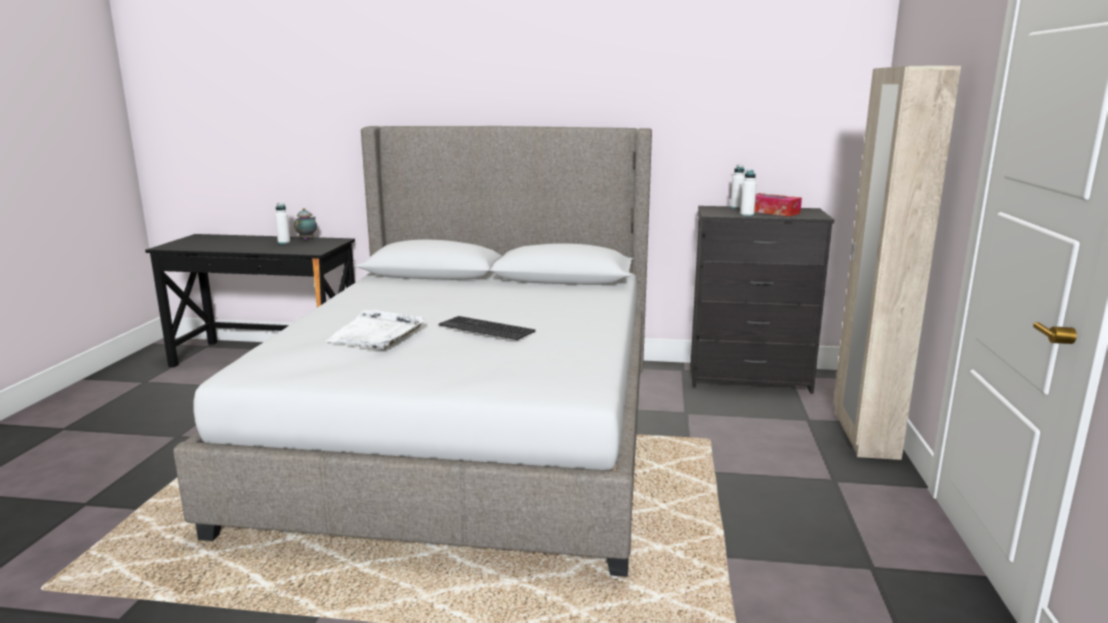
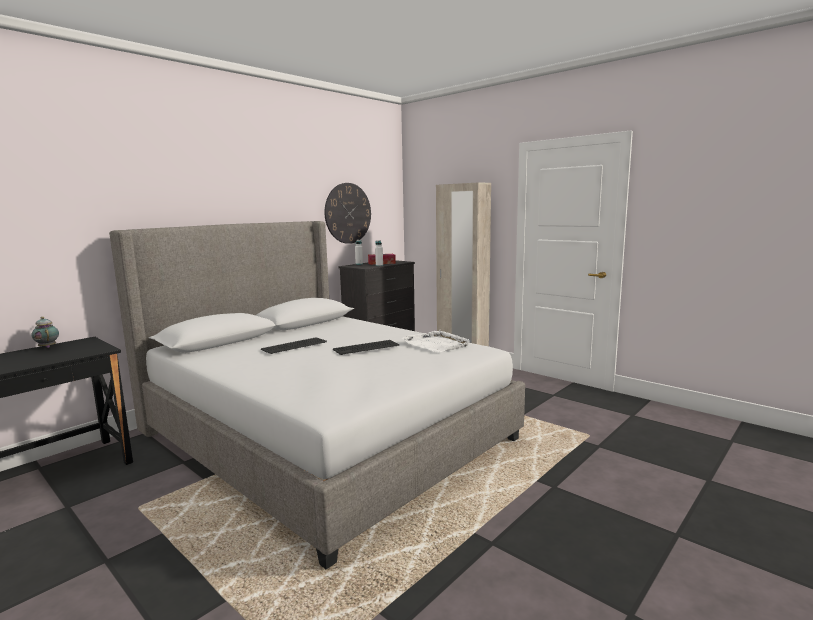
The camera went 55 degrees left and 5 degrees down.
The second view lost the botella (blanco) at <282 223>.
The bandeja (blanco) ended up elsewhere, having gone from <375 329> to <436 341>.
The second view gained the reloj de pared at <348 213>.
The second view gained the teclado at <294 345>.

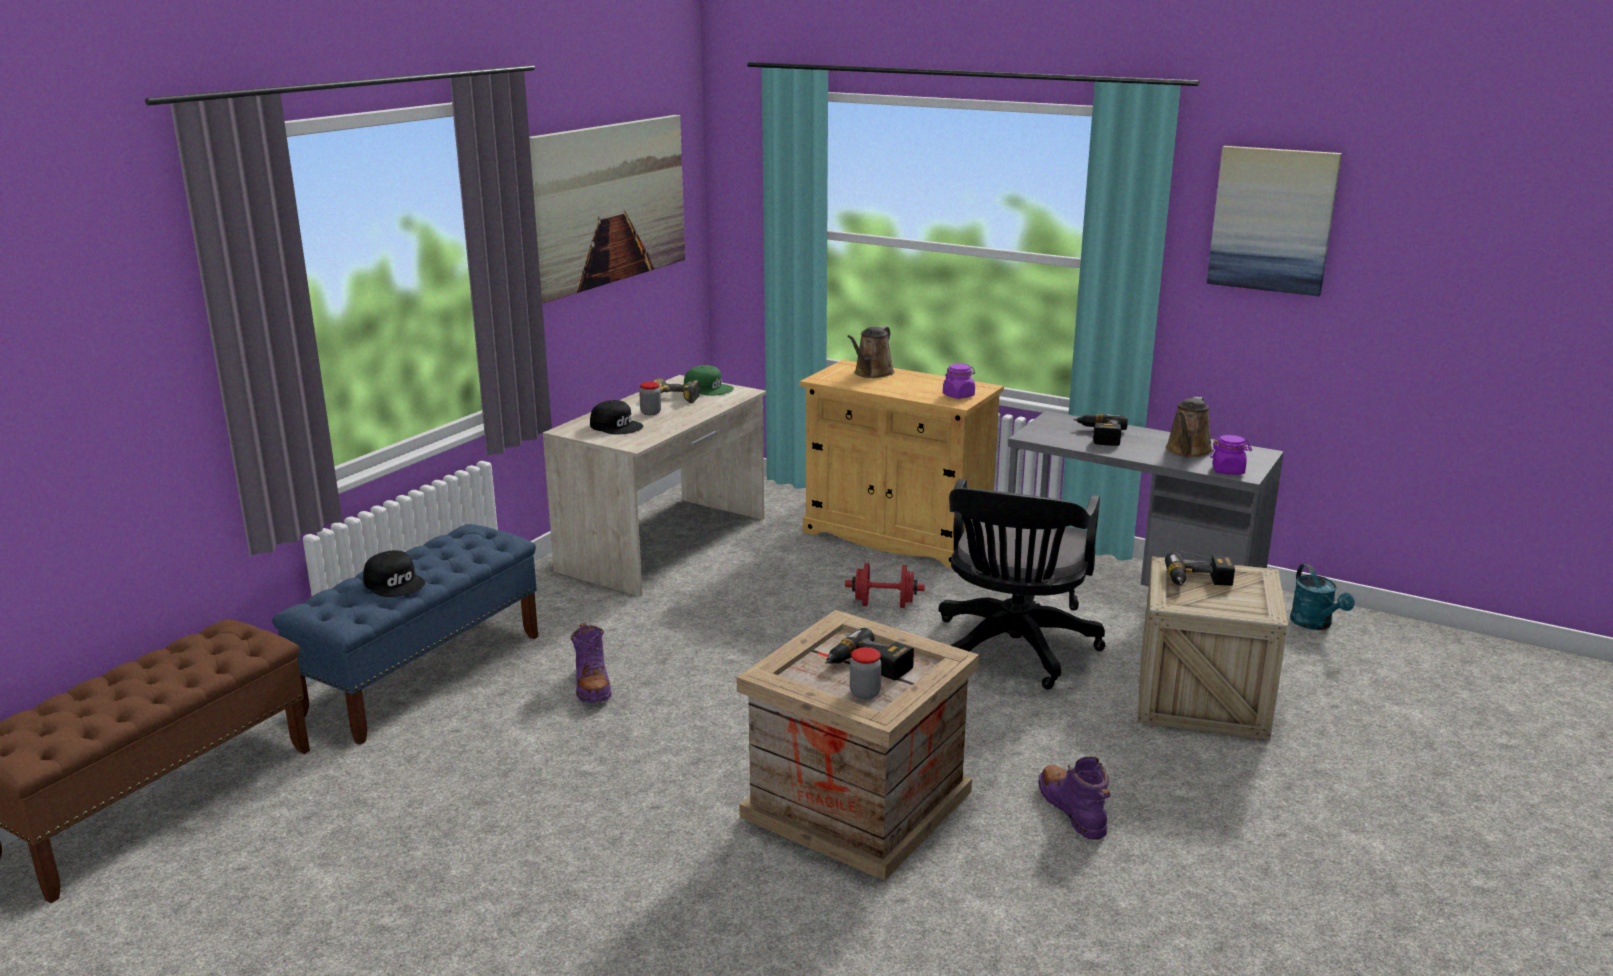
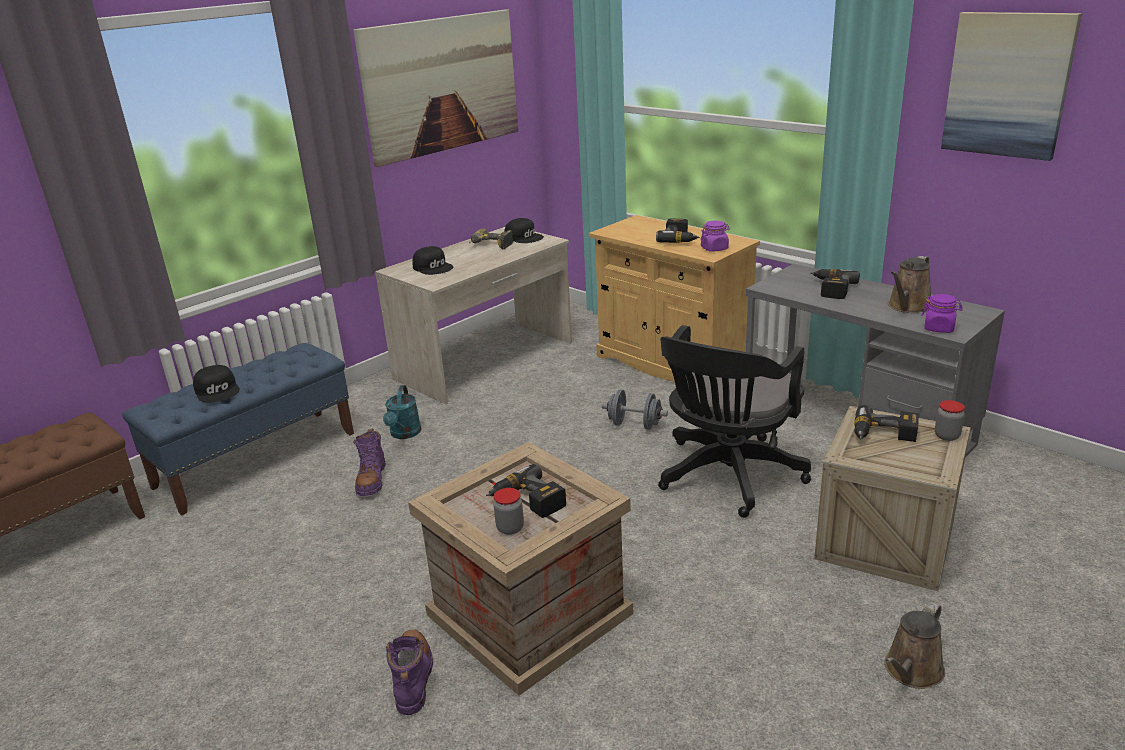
The camera went 15 degrees right and 5 degrees up.
The regadera (marrón) ended up elsewhere, having gone from <871 352> to <915 645>.
What was the gorra (verde) at <709 380> turned into the gorra (negro) at <524 230>.
The tarro ended up elsewhere, having gone from <650 398> to <950 420>.
What was the mancuerna (rojo) at <885 585> turned into the mancuerna (gris) at <635 410>.
The regadera (turquesa) ended up elsewhere, having gone from <1322 597> to <402 412>.
The bota (morado) ended up elsewhere, having gone from <1074 798> to <409 672>.
The second view gained the taladro at <678 231>.

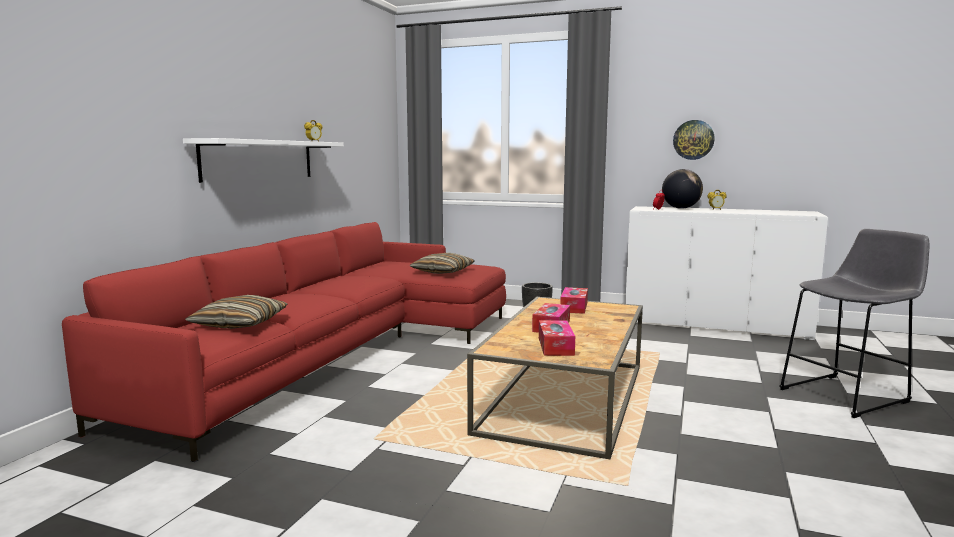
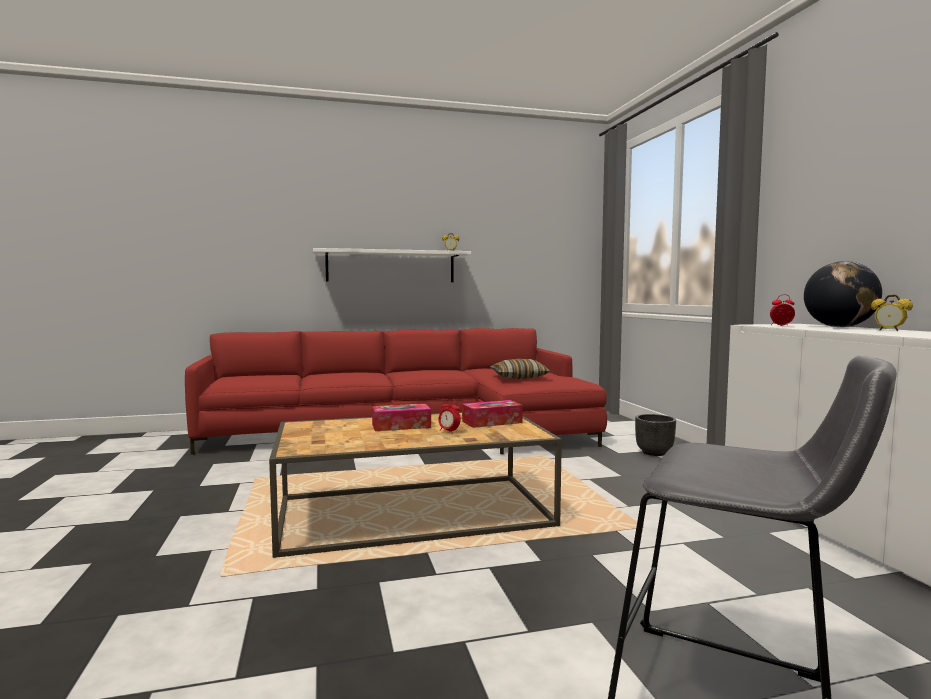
The camera went 55 degrees right and 5 degrees down.
The second view lost the reloj de pared at <694 140>.
The second view lost the cojín at <236 312>.
The second view lost the caja de pañuelos at <557 338>.
The second view gained the despertador at <449 416>.

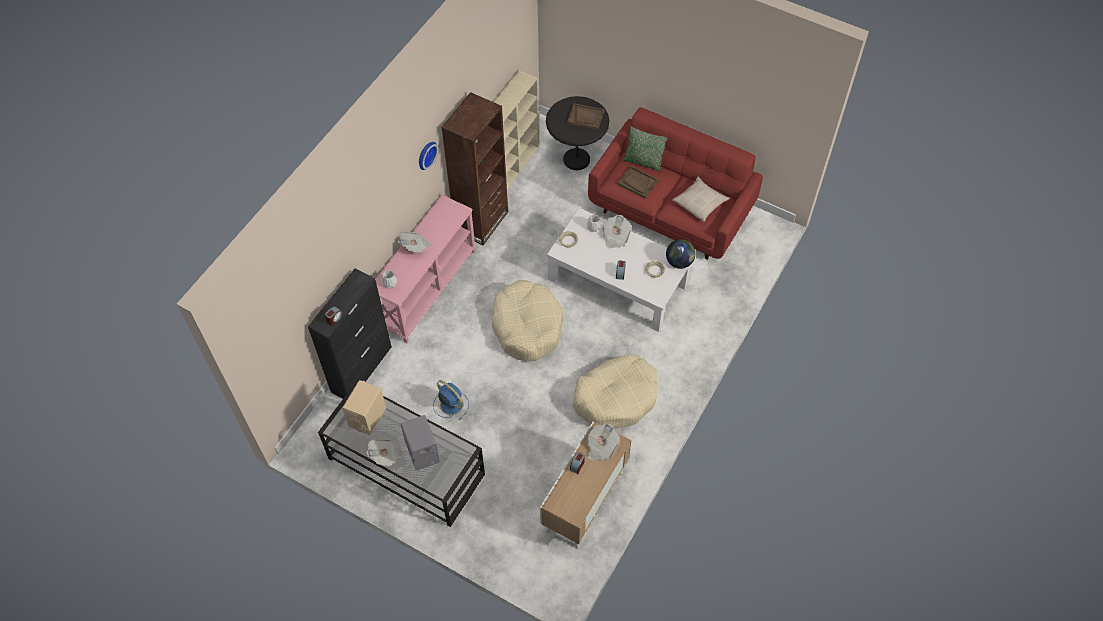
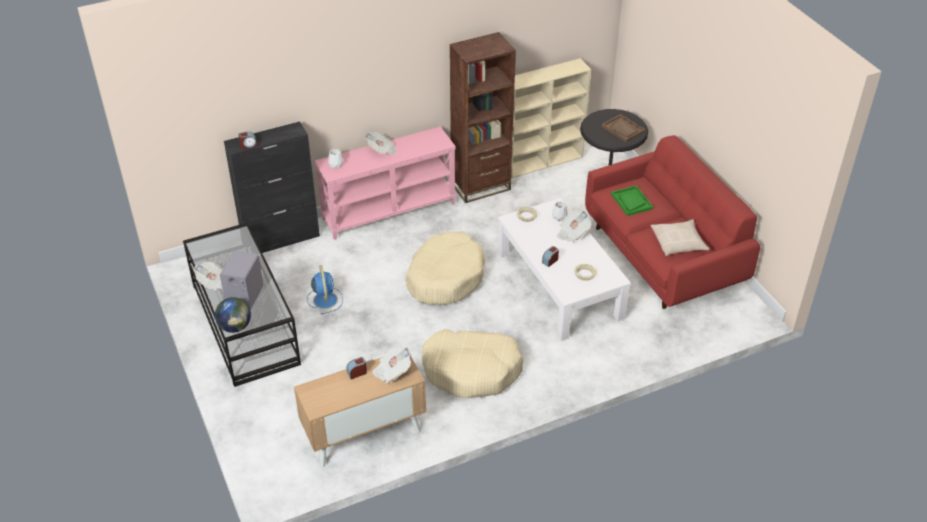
The camera went 35 degrees right and 15 degrees down.
The second view lost the cojín (verde) at <645 148>.
The second view lost the reloj de pared at <428 156>.
What was the bandeja (marrón) at <638 182> turned into the bandeja (verde) at <632 201>.
The globo terráqueo ended up elsewhere, having gone from <680 254> to <233 315>.
The second view lost the altavoz (beis) at <364 407>.

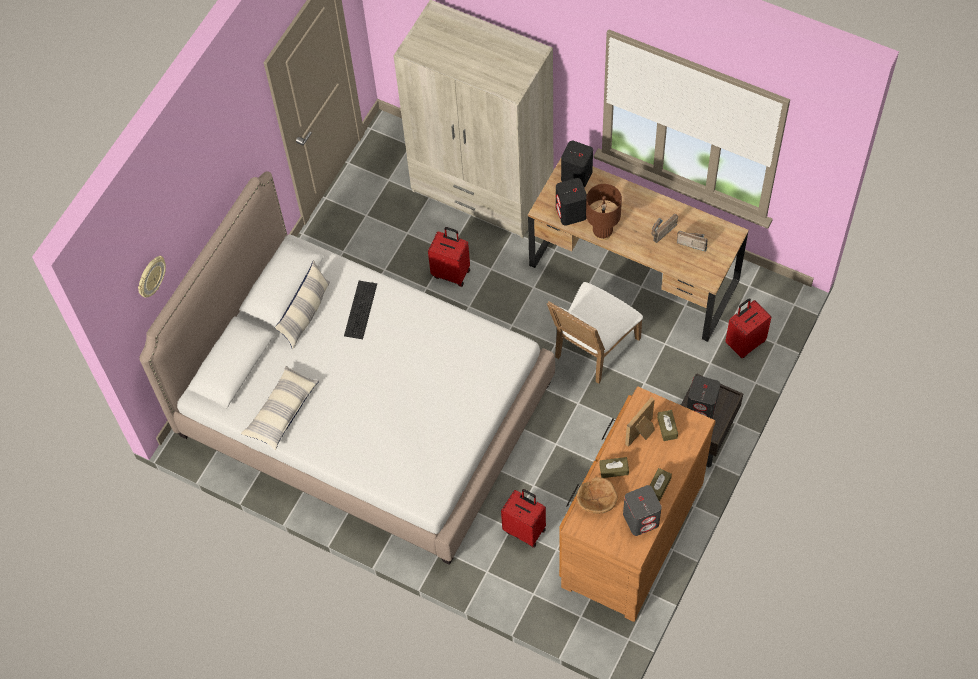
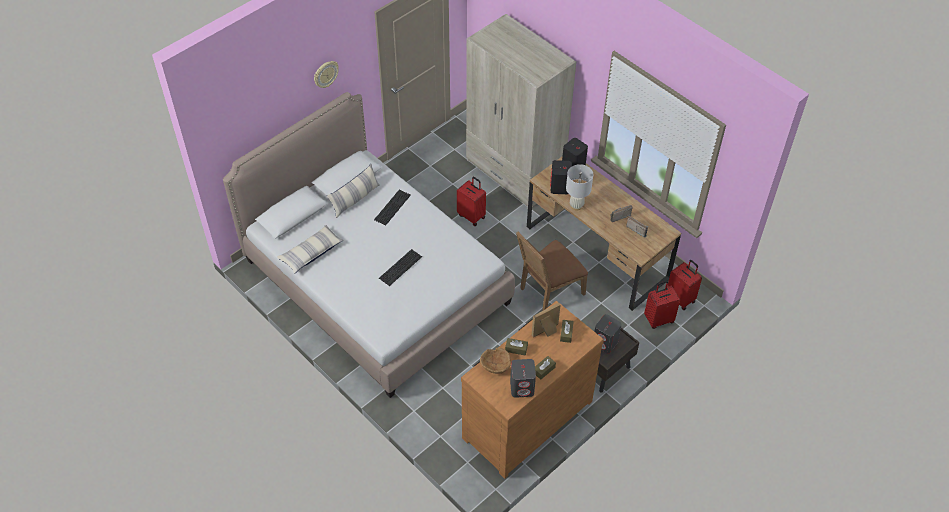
The camera went 15 degrees right and 10 degrees down.
What was the lámpara de mesa (marrón) at <604 212> turned into the lámpara de mesa (blanco) at <579 187>.
The reloj de pared ended up elsewhere, having gone from <152 277> to <326 74>.
What was the silla (blanco) at <595 333> turned into the silla (marrón) at <552 271>.
The maleta (rojo) ended up elsewhere, having gone from <523 518> to <684 285>.
The second view gained the teclado at <400 267>.

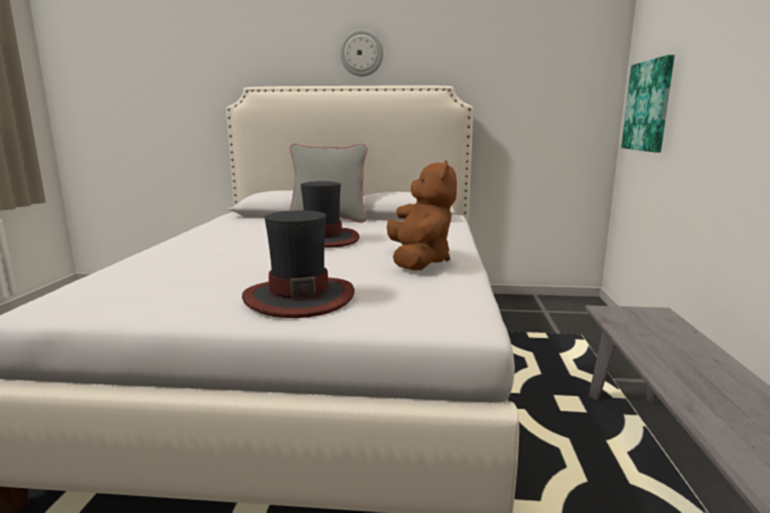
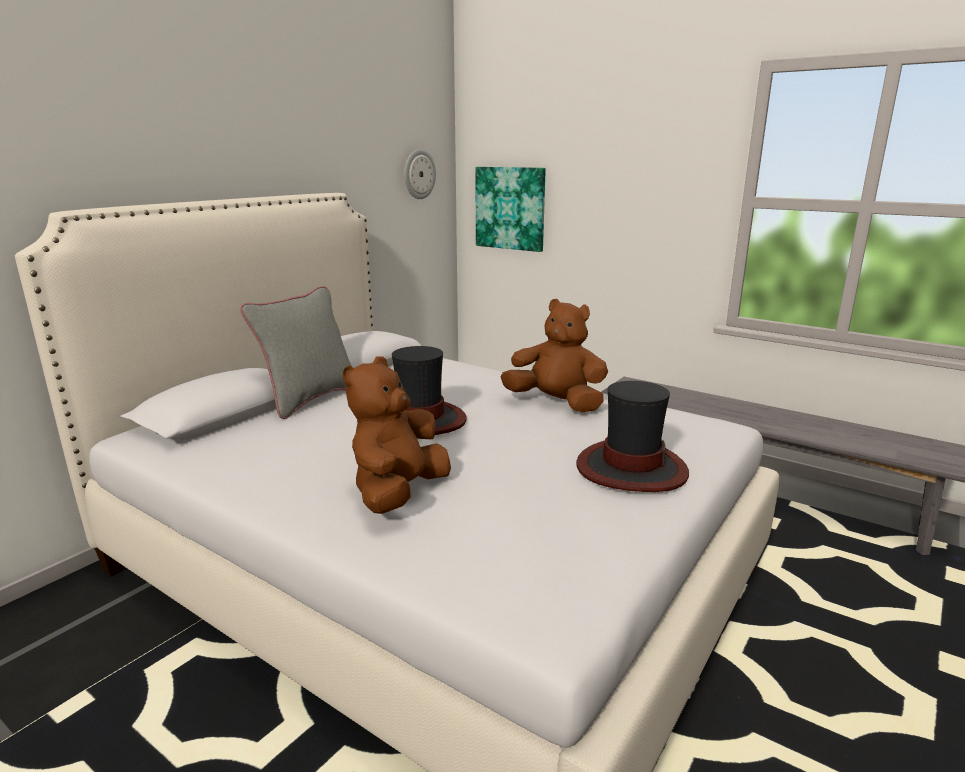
The camera went 60 degrees left and 5 degrees up.
The reloj de pared ended up elsewhere, having gone from <362 52> to <420 174>.
The second view gained the peluche (marrón) at <397 435>.

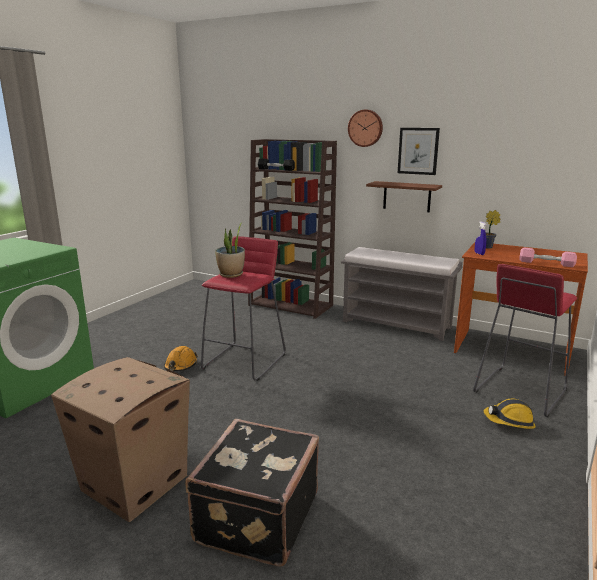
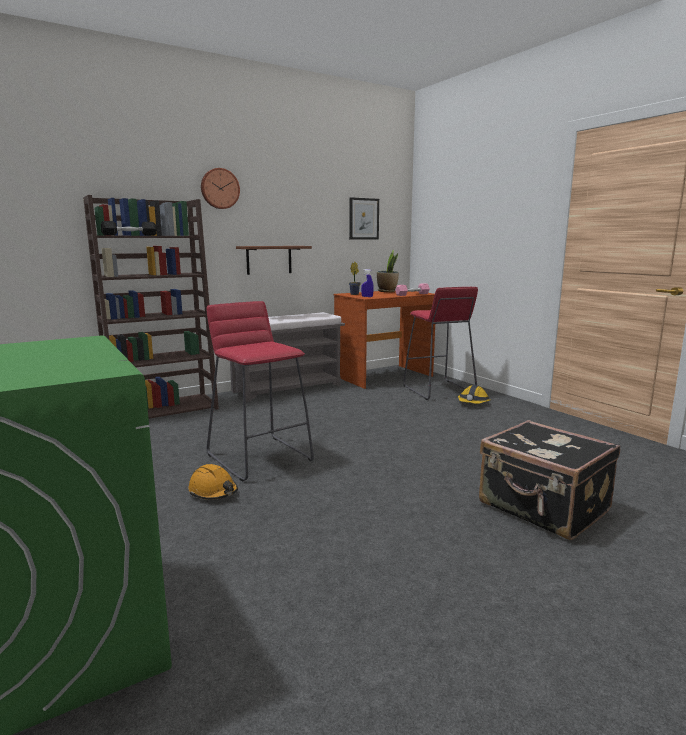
The camera went 60 degrees left and 5 degrees down.
The cuadro ended up elsewhere, having gone from <419 151> to <364 218>.
The planta en maceta ended up elsewhere, having gone from <230 250> to <388 271>.
The second view lost the caja de cartón at <120 439>.

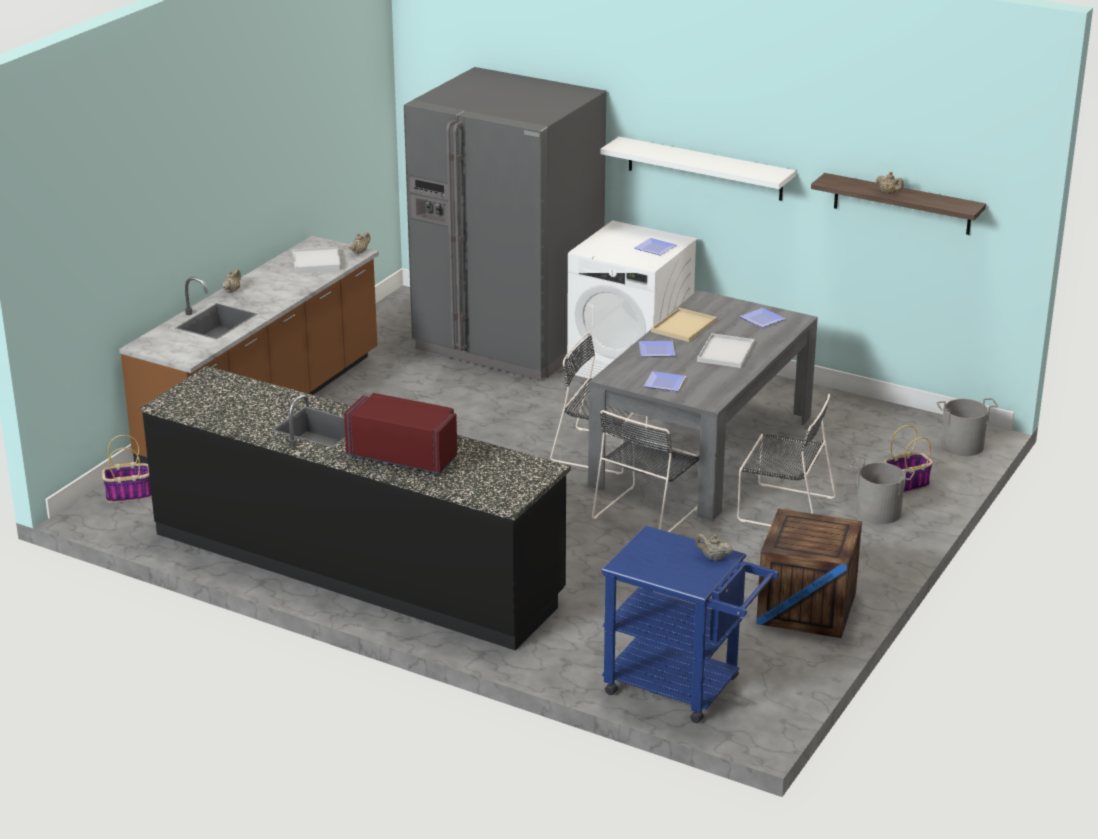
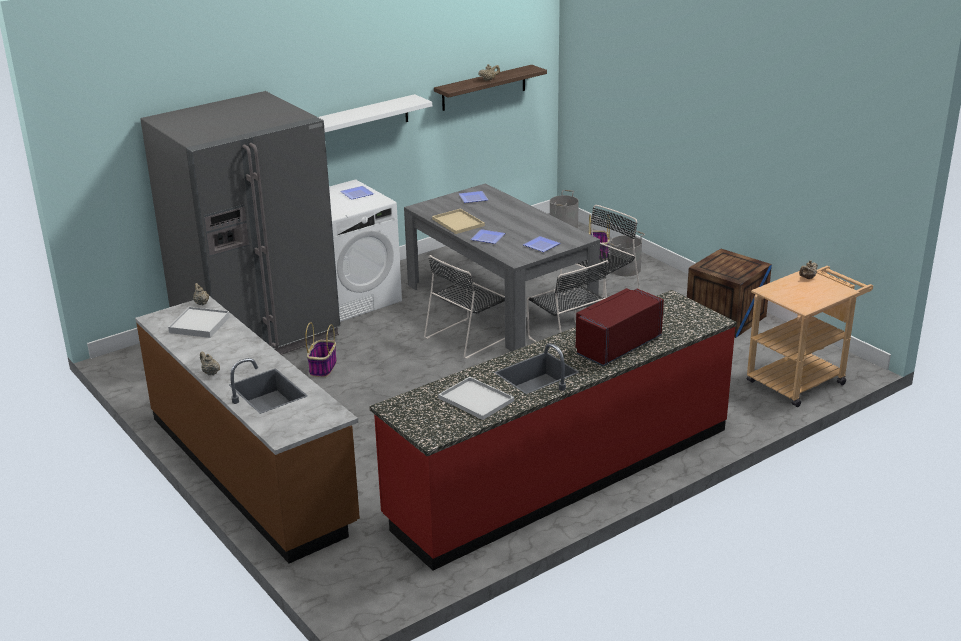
The camera went 65 degrees left and 0 degrees up.
The bandeja (blanco) ended up elsewhere, having gone from <726 350> to <476 398>.
What was the mueble bajo de cocina (negro) at <356 508> turned into the mueble bajo de cocina (rojo) at <553 430>.
The cesta ended up elsewhere, having gone from <127 469> to <321 350>.
What was the carrito (azul) at <690 624> turned into the carrito (beis) at <810 336>.

